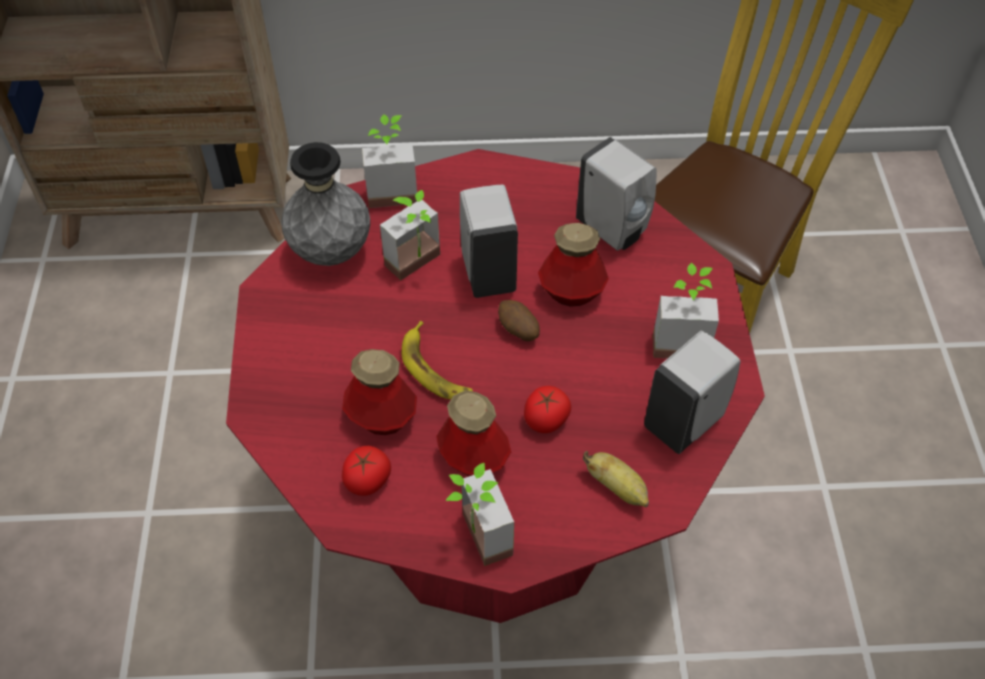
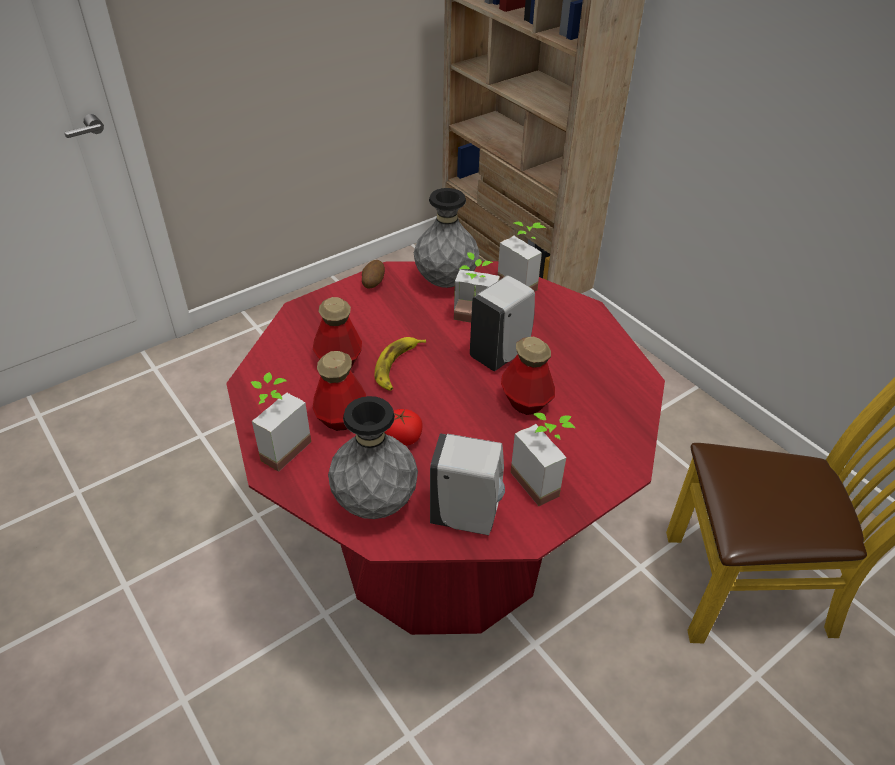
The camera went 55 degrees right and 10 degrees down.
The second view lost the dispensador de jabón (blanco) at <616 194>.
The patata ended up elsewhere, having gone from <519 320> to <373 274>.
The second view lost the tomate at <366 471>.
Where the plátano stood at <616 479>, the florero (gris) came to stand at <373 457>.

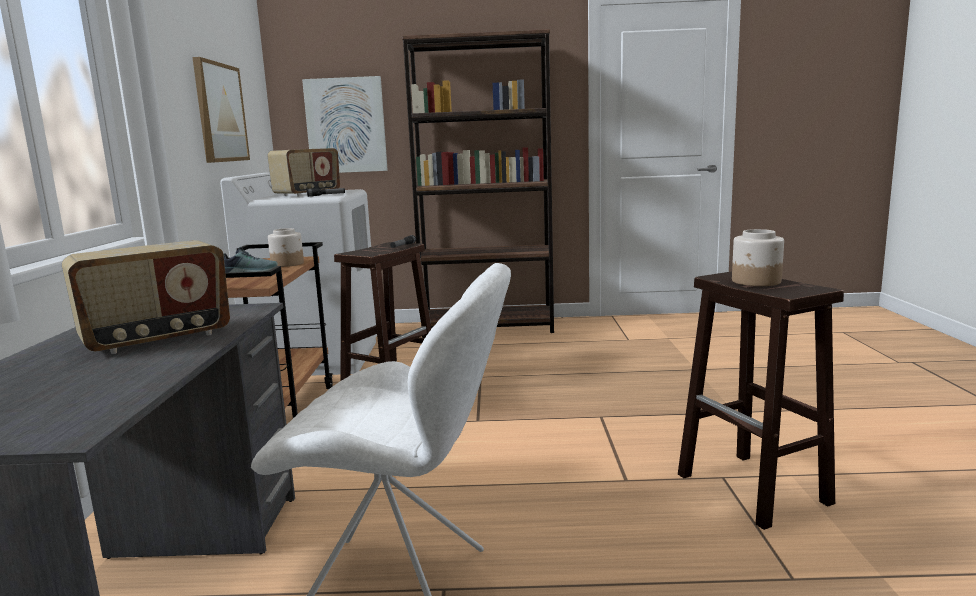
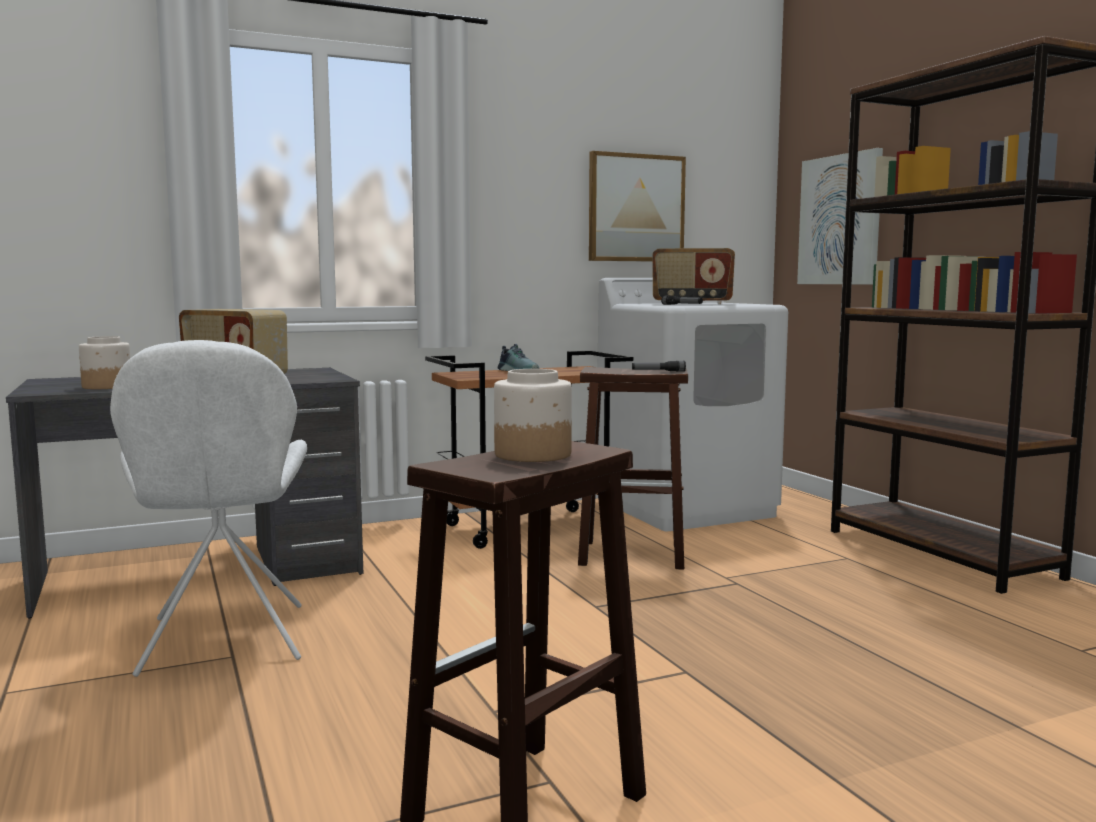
The camera went 65 degrees right and 5 degrees down.
The tarro ended up elsewhere, having gone from <286 247> to <104 362>.

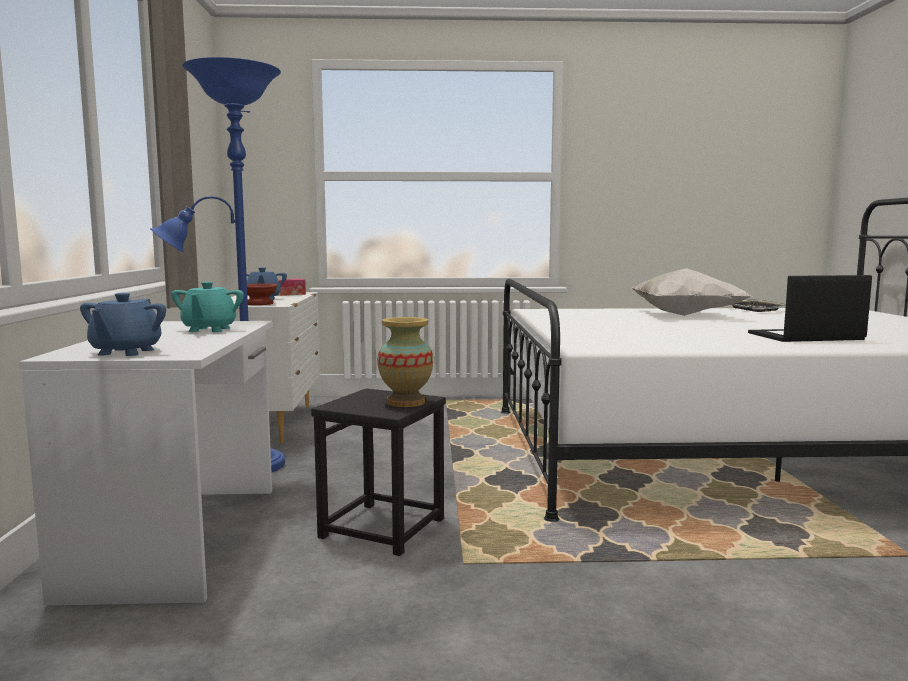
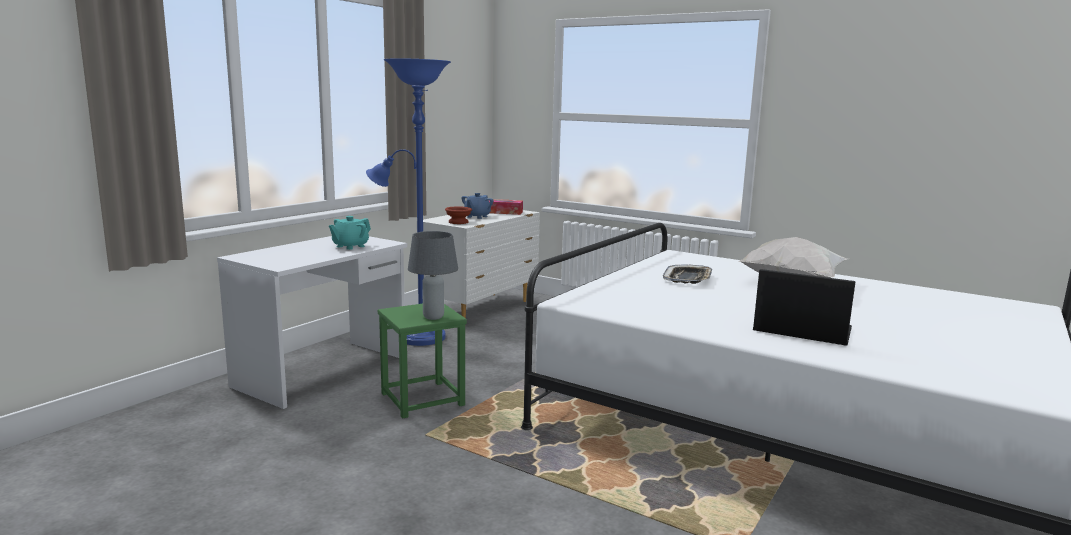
The camera went 35 degrees right and 5 degrees up.
The second view lost the tetera (azul) at <123 324>.
The bandeja ended up elsewhere, having gone from <758 305> to <688 274>.
Where the florero stood at <405 362>, the lámpara de mesa (gris) came to stand at <433 275>.
What was the taburete (negro) at <378 472> turned into the taburete (verde) at <422 361>.

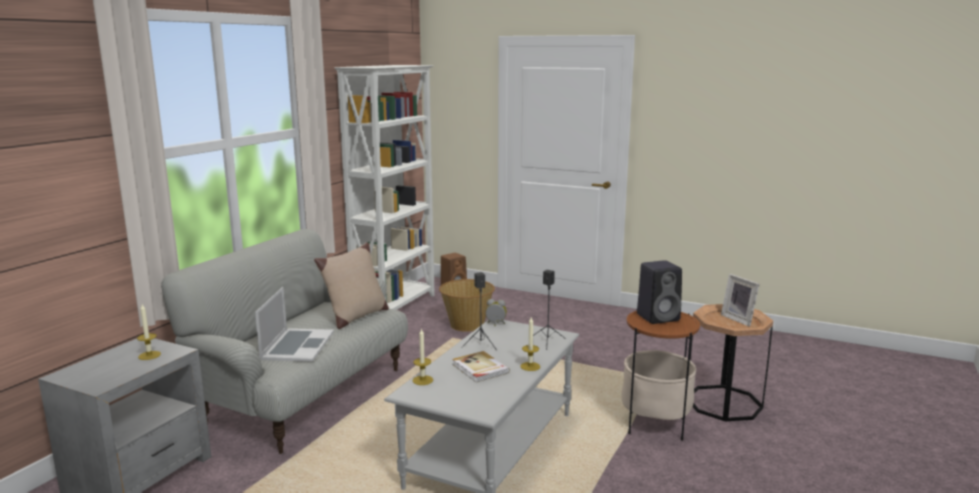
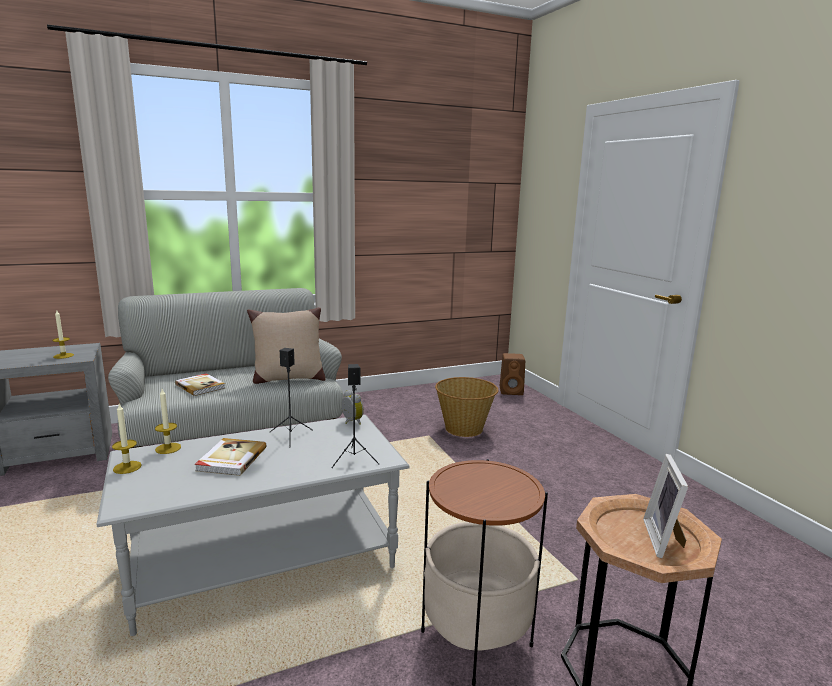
The camera went 40 degrees right and 0 degrees up.
The second view lost the estantería (blanco) at <384 187>.
The second view lost the altavoz (negro) at <659 292>.
Where the portátil stood at <294 324>, the libro came to stand at <200 384>.
The vela ended up elsewhere, having gone from <530 344> to <127 439>.

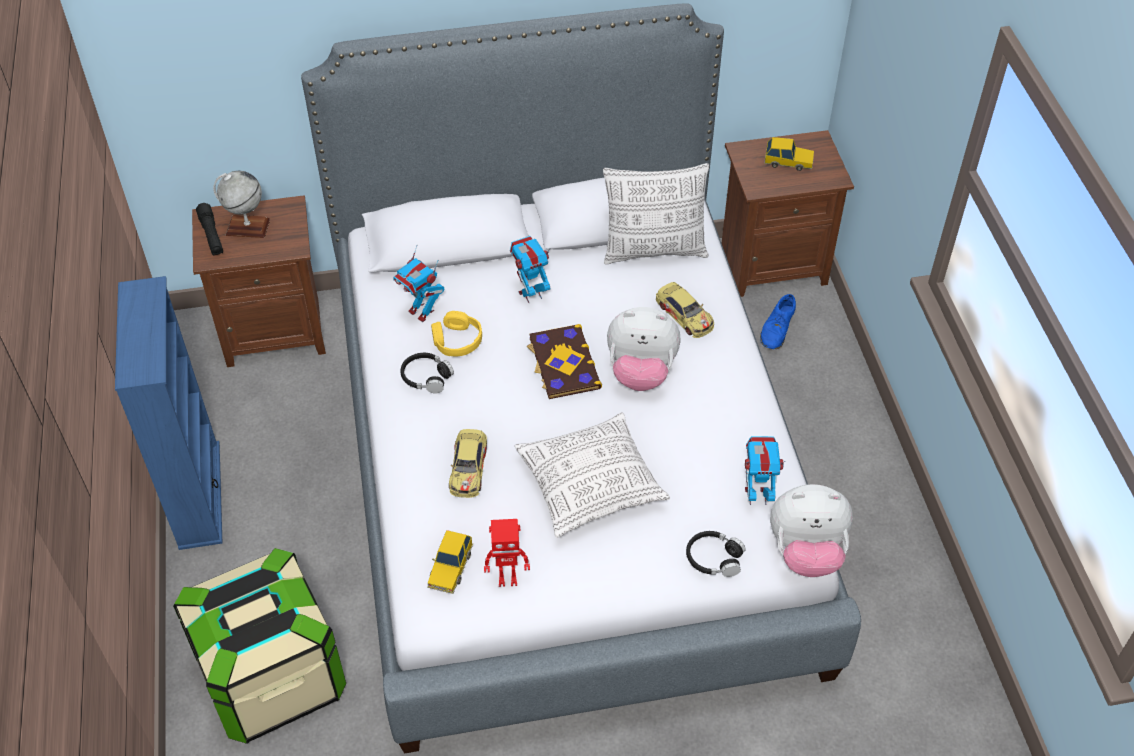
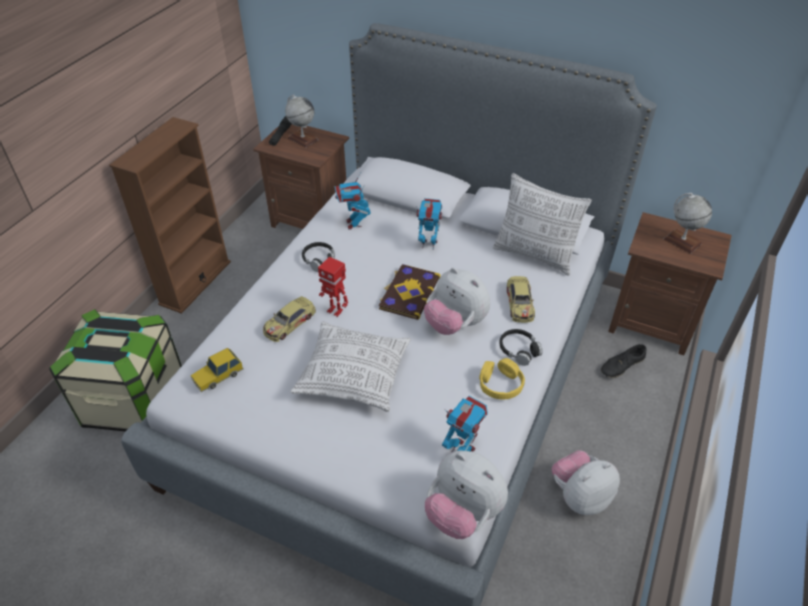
The camera went 35 degrees right and 5 degrees down.
Where the coche de juguete stood at <789 154>, the globo terráqueo came to stand at <687 223>.
What was the estantería (azul) at <168 413> turned into the estantería (marrón) at <170 215>.
What was the zapato (azul) at <778 321> turned into the zapato (negro) at <624 361>.
The auriculares (amarillo) ended up elsewhere, having gone from <456 334> to <502 379>.
The robot de juguete ended up elsewhere, having gone from <507 553> to <333 287>.
The auriculares (negro) ended up elsewhere, having gone from <716 554> to <521 347>.
The second view gained the peluche at <586 482>.

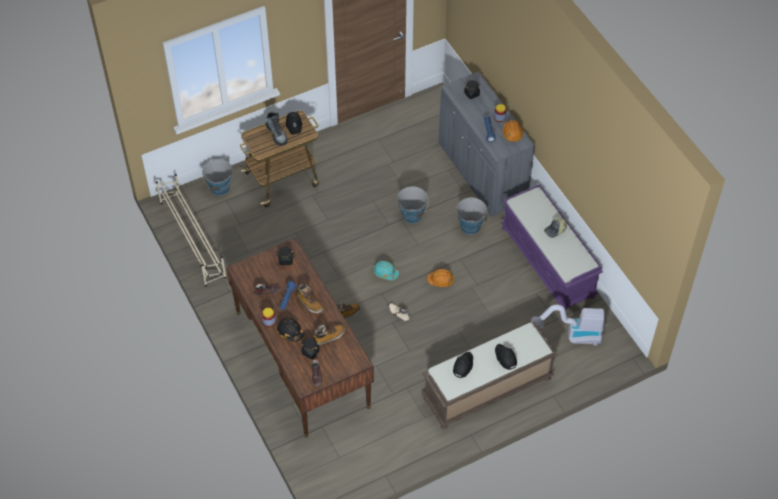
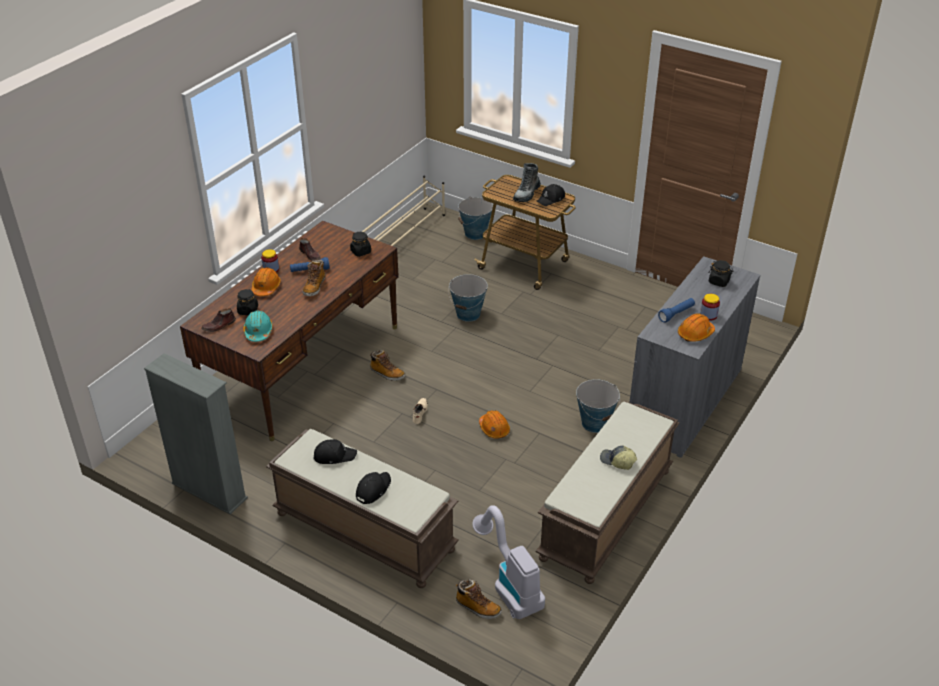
The camera went 60 degrees right and 15 degrees down.
What was the banco (morado) at <552 247> turned into the banco (marrón) at <607 492>.
The cubo ended up elsewhere, having gone from <413 204> to <468 298>.
The casco (turquesa) ended up elsewhere, having gone from <386 270> to <258 326>.
What was the casco (negro) at <290 330> turned into the casco (naranja) at <266 281>.
The bota ended up elsewhere, having gone from <329 334> to <479 599>.
The second view gained the estantería (gris) at <196 433>.

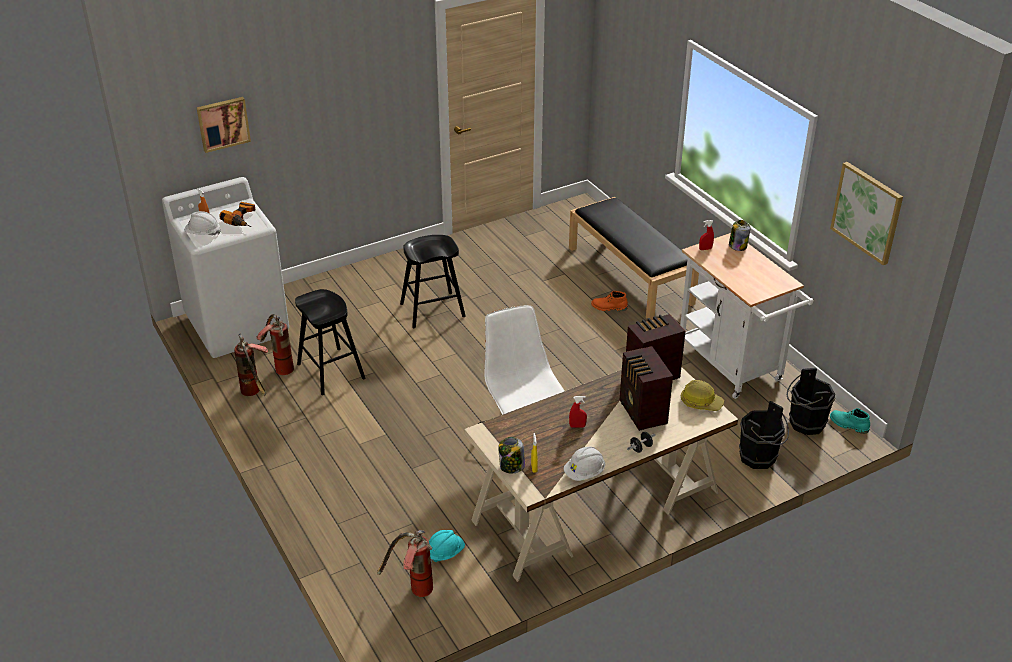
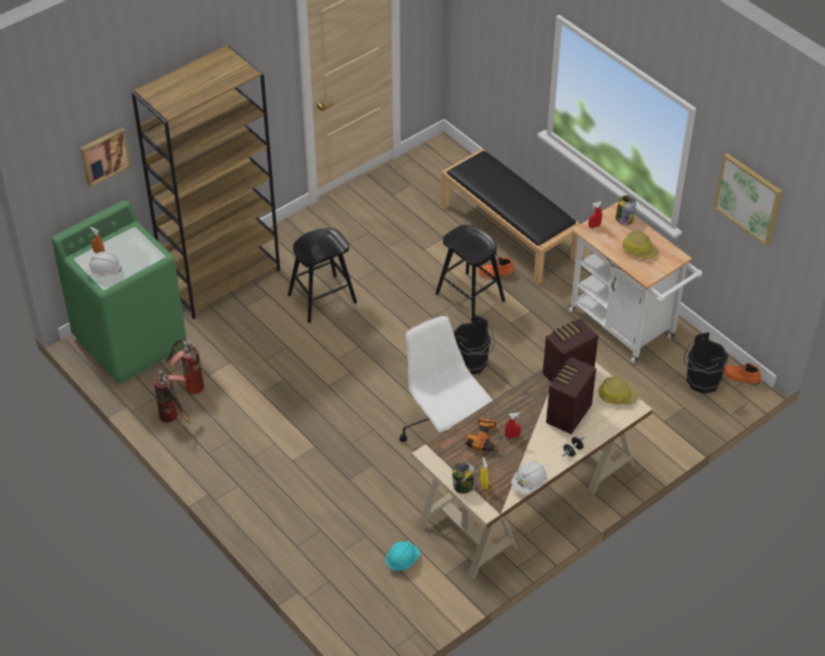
The camera went 10 degrees left and 10 degrees up.
What was the lavadora (blanco) at <225 267> turned into the lavadora (verde) at <119 292>.
The taladro ended up elsewhere, having gone from <237 214> to <485 435>.
The taburete (negro) ended up elsewhere, having gone from <330 342> to <470 273>.
The radio at <646 388> ended up facing another way, 60 degrees clockwise from before.
The cubo (negro) ended up elsewhere, having gone from <764 435> to <474 345>.
What was the bota (turquesa) at <850 421> turned into the bota (naranja) at <742 374>.
The second view lost the extintor at <405 563>.
The second view gained the estantería (marrón) at <205 182>.
The second view gained the casco at <640 245>.

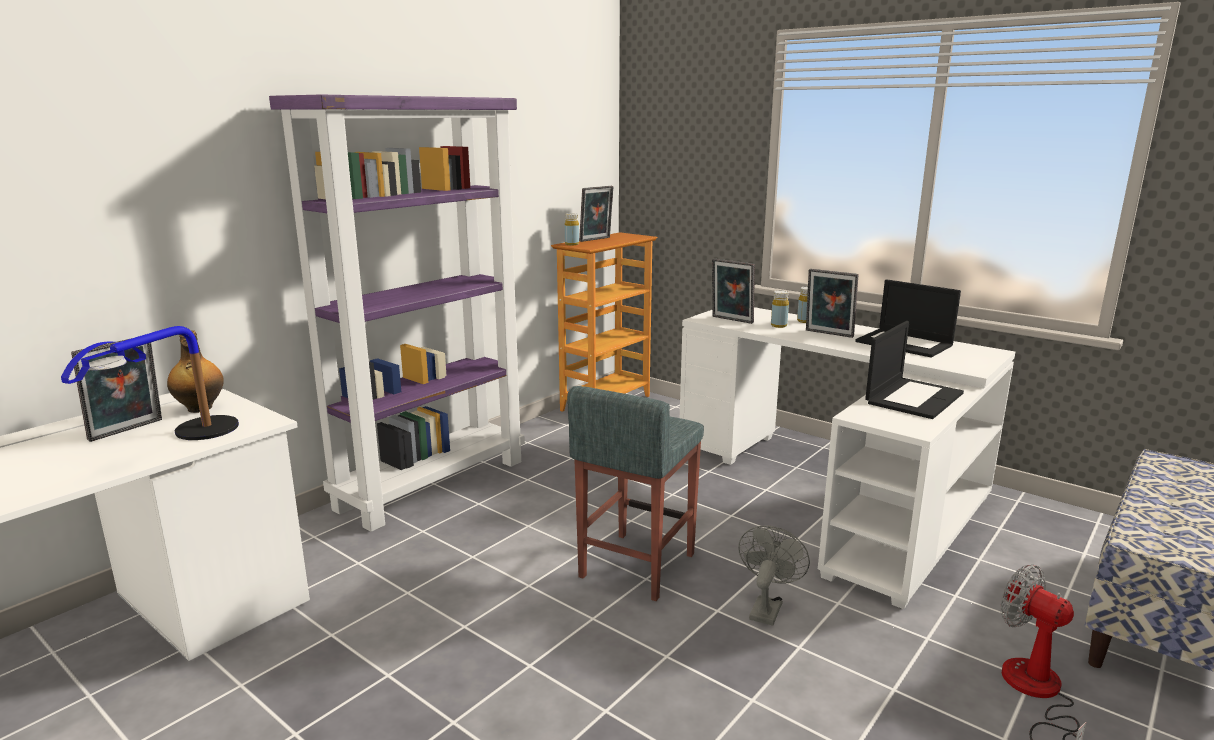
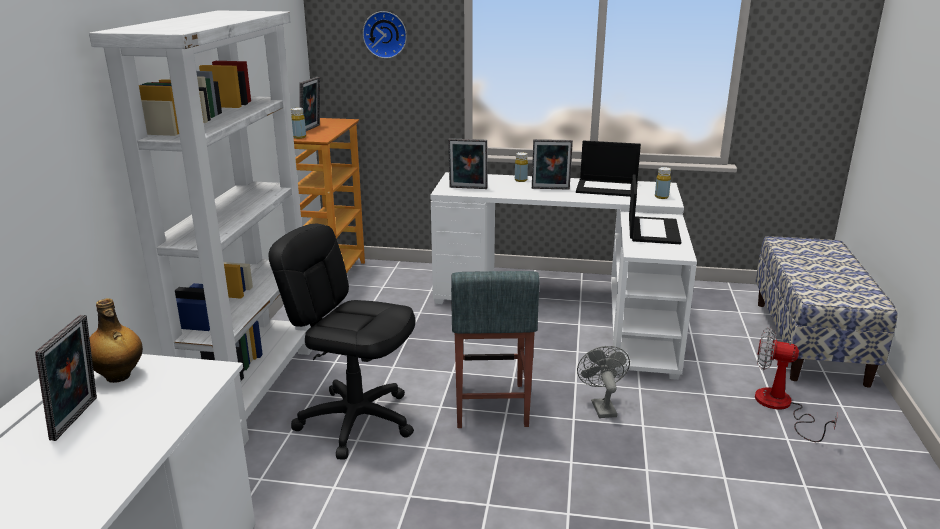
The camera went 30 degrees left and 5 degrees up.
What was the estantería (morado) at <397 313> turned into the estantería (blanco) at <200 228>.
The botella (amarillo) ended up elsewhere, having gone from <780 309> to <663 183>.
The second view lost the lámpara de mesa at <150 383>.
The second view gained the reloj de pared at <385 35>.
The second view gained the silla de oficina (negro) at <342 342>.

